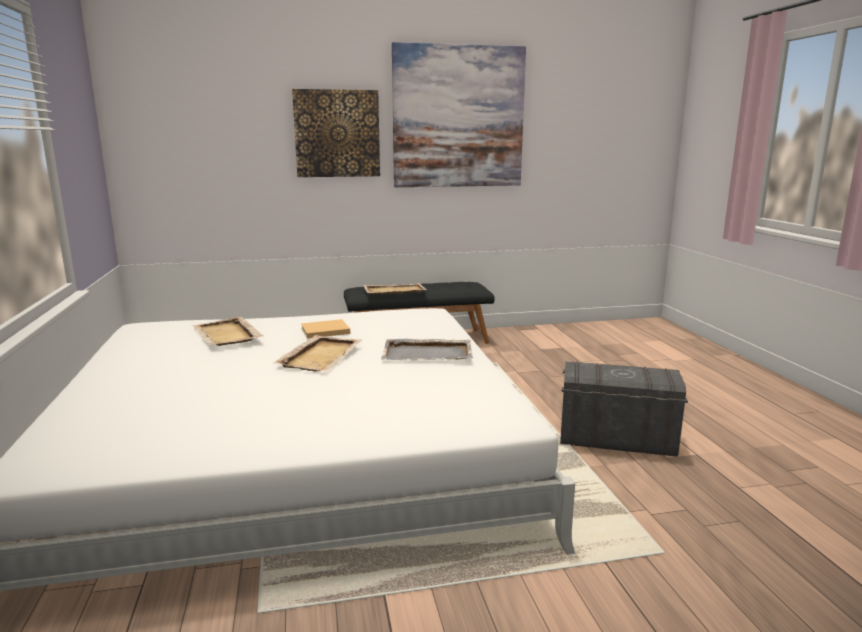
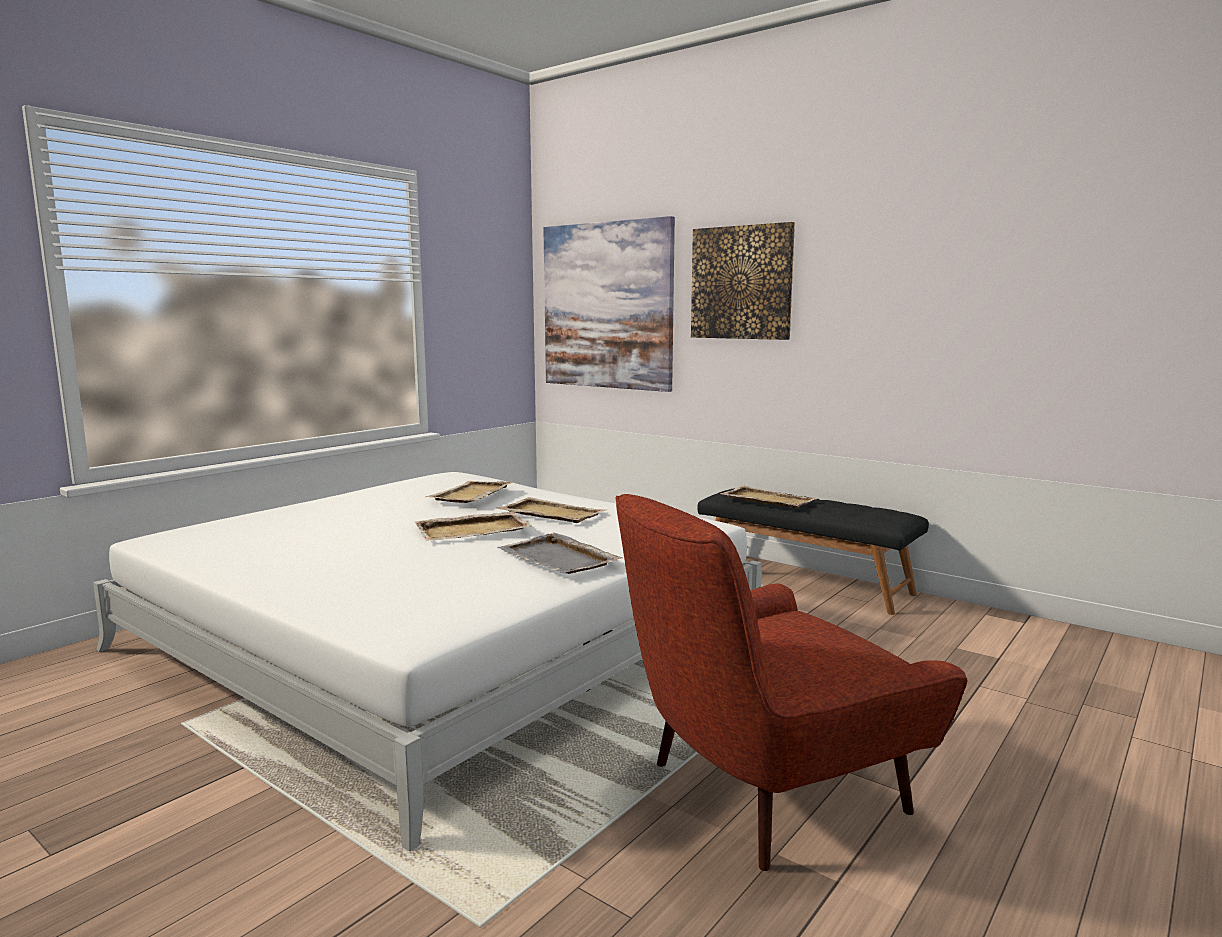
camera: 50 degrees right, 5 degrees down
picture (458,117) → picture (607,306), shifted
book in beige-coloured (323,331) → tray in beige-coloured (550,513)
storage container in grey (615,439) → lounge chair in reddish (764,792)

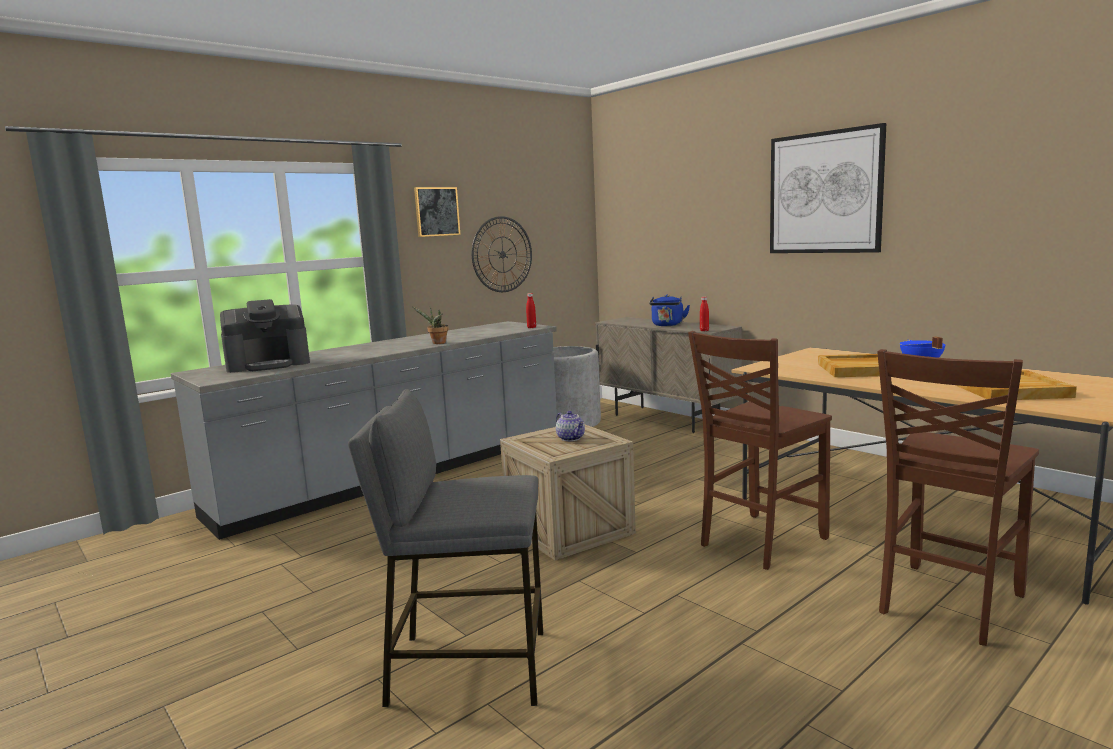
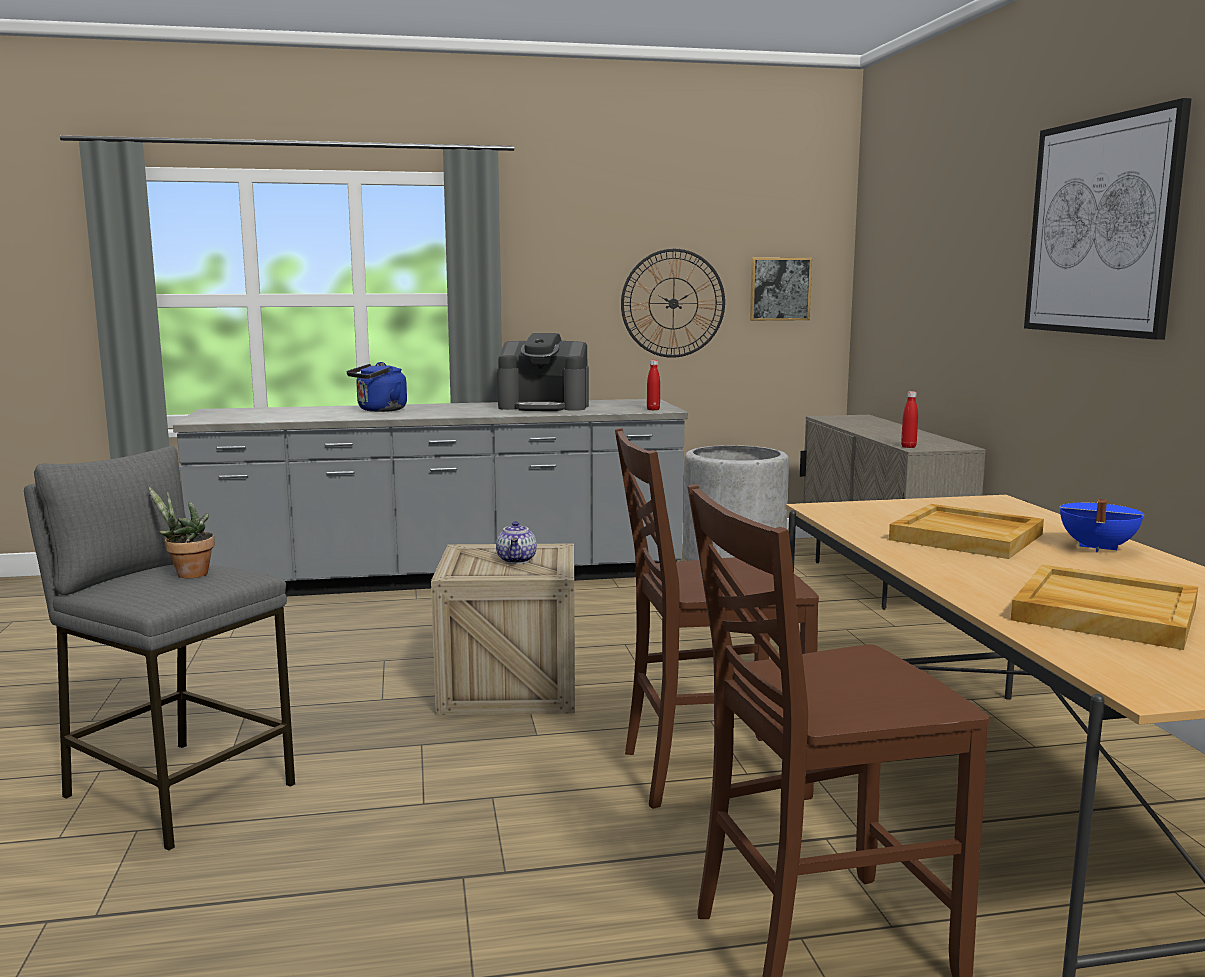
camera: 30 degrees right, 0 degrees up
picture (436,211) → picture (780,289), shifted
kettle in bluish (667,325) → kettle in bluish (379,410), shifted
coffee machine (269,364) → coffee machine (544,406), shifted
houseplant (437,343) → houseplant (187,574), shifted

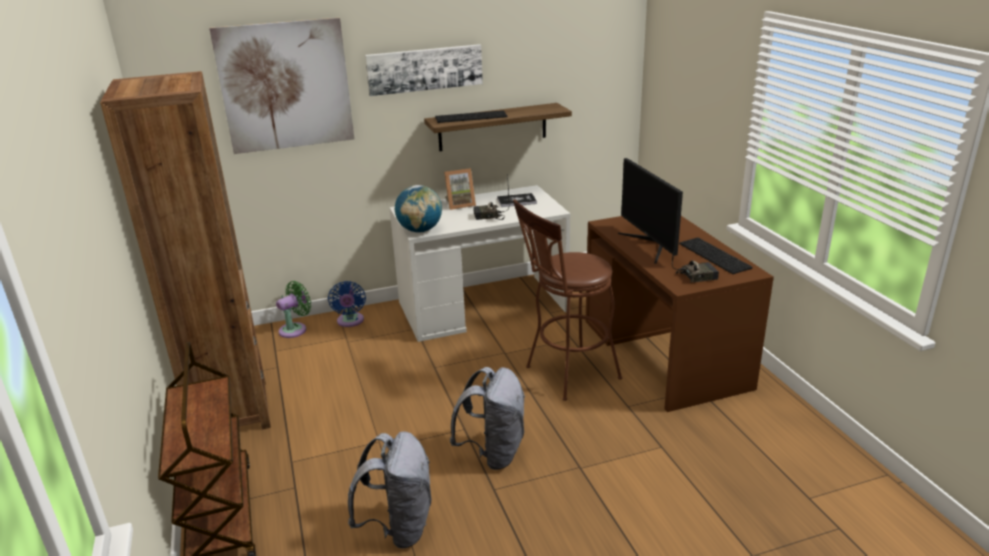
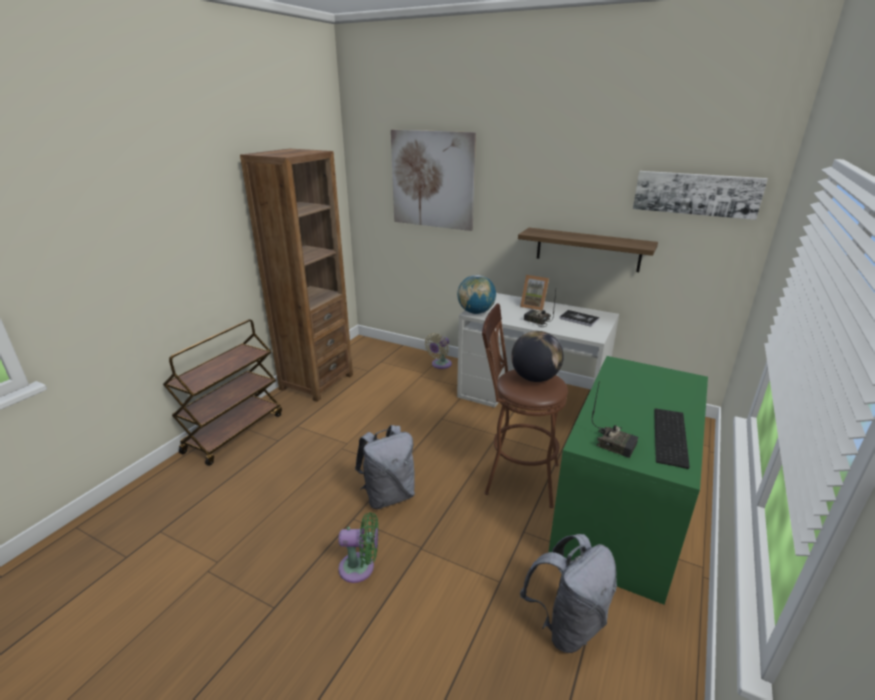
camera: 45 degrees right, 0 degrees up
picture (424,69) → picture (696,194), shifted
computer keyboard (471,117) → -
computer screen (651,245) → -
desk table in brown (664,353) → desk table in green-coloured (621,512)
cooling fan in green-coloured (295,329) → cooling fan in green-coloured (360,567), shifted
cooling fan in bluish (350,321) → cooling fan in beige-coloured (440,365)
rucksack in grey (399,527) → rucksack in grey (566,624), shifted
- → desk globe (534,378)

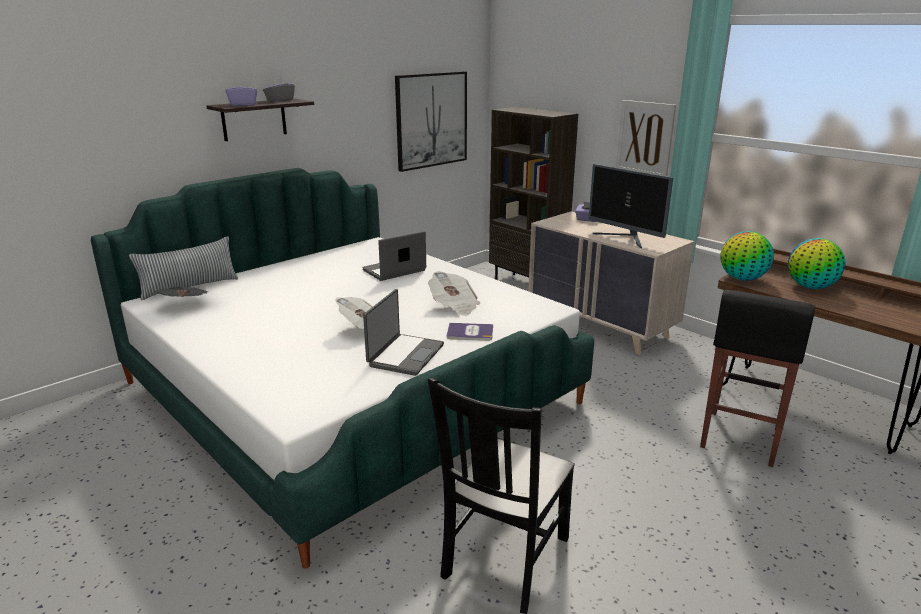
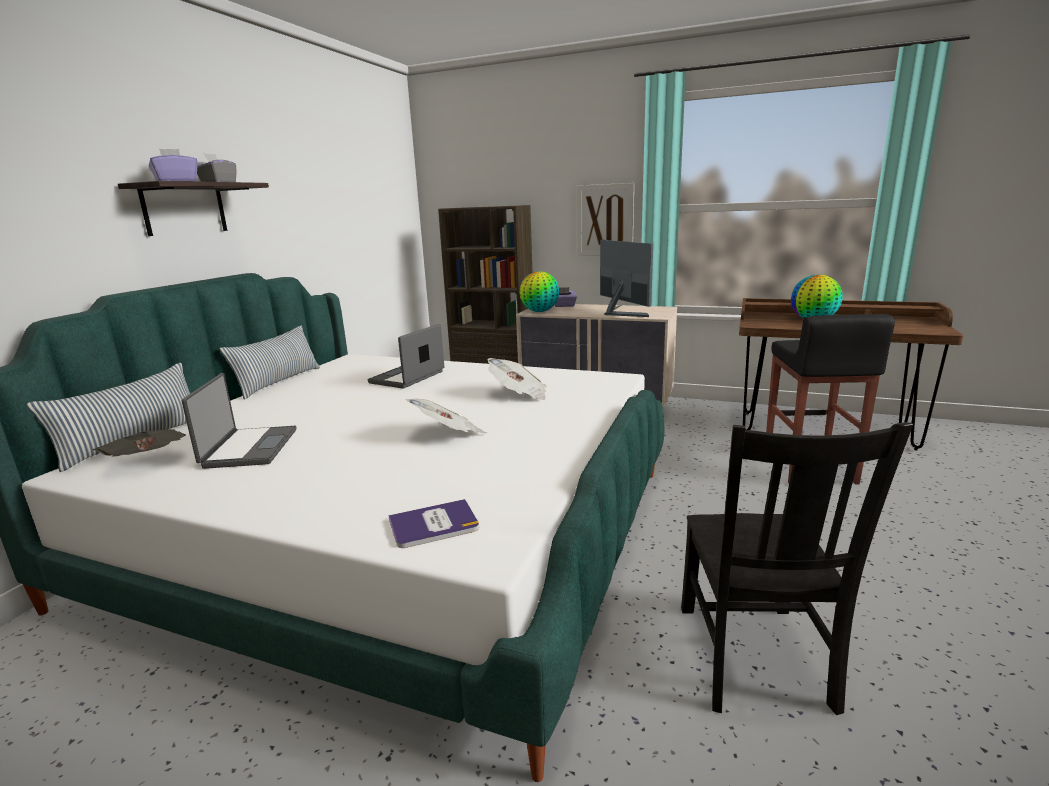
camera: 25 degrees left, 5 degrees down
picture (431,120) → -
computer screen (625,239) → computer screen (621,313), 135 degrees counterclockwise
desk globe (742,279) → desk globe (540,311), shifted
notebook computer (405,355) → notebook computer (249,448), shifted
book (470,332) → book (434,525), shifted
- → cushion (279,382)

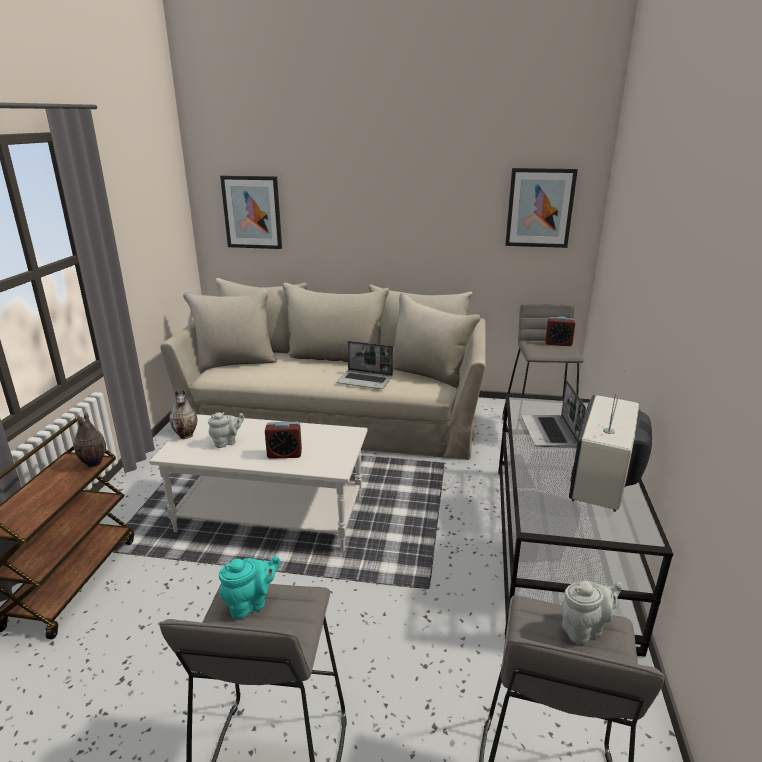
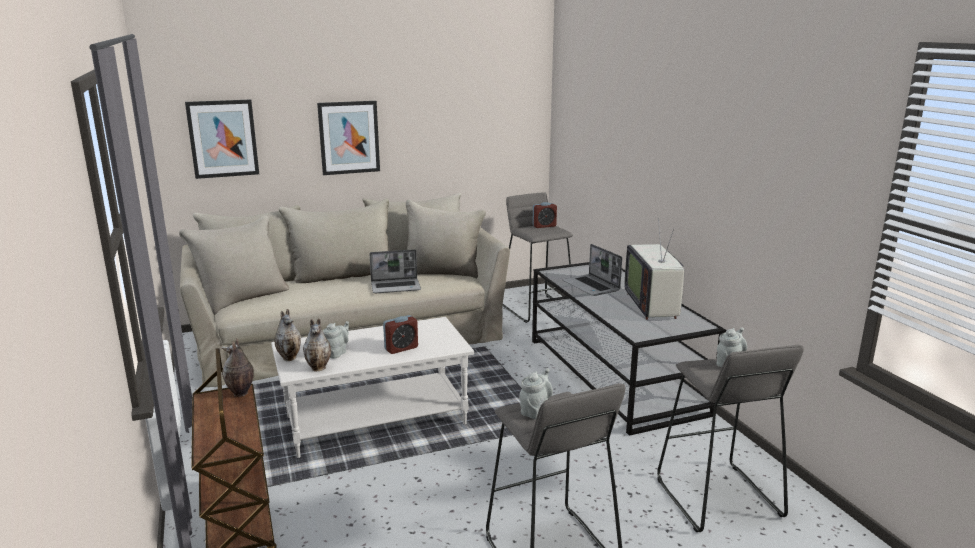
camera: 30 degrees left, 5 degrees down
picture (540,208) → picture (349,137), shifted
tea pot in turquoise (250,603) → tea pot in grey (535,410)
- → decorative vase (319,368)

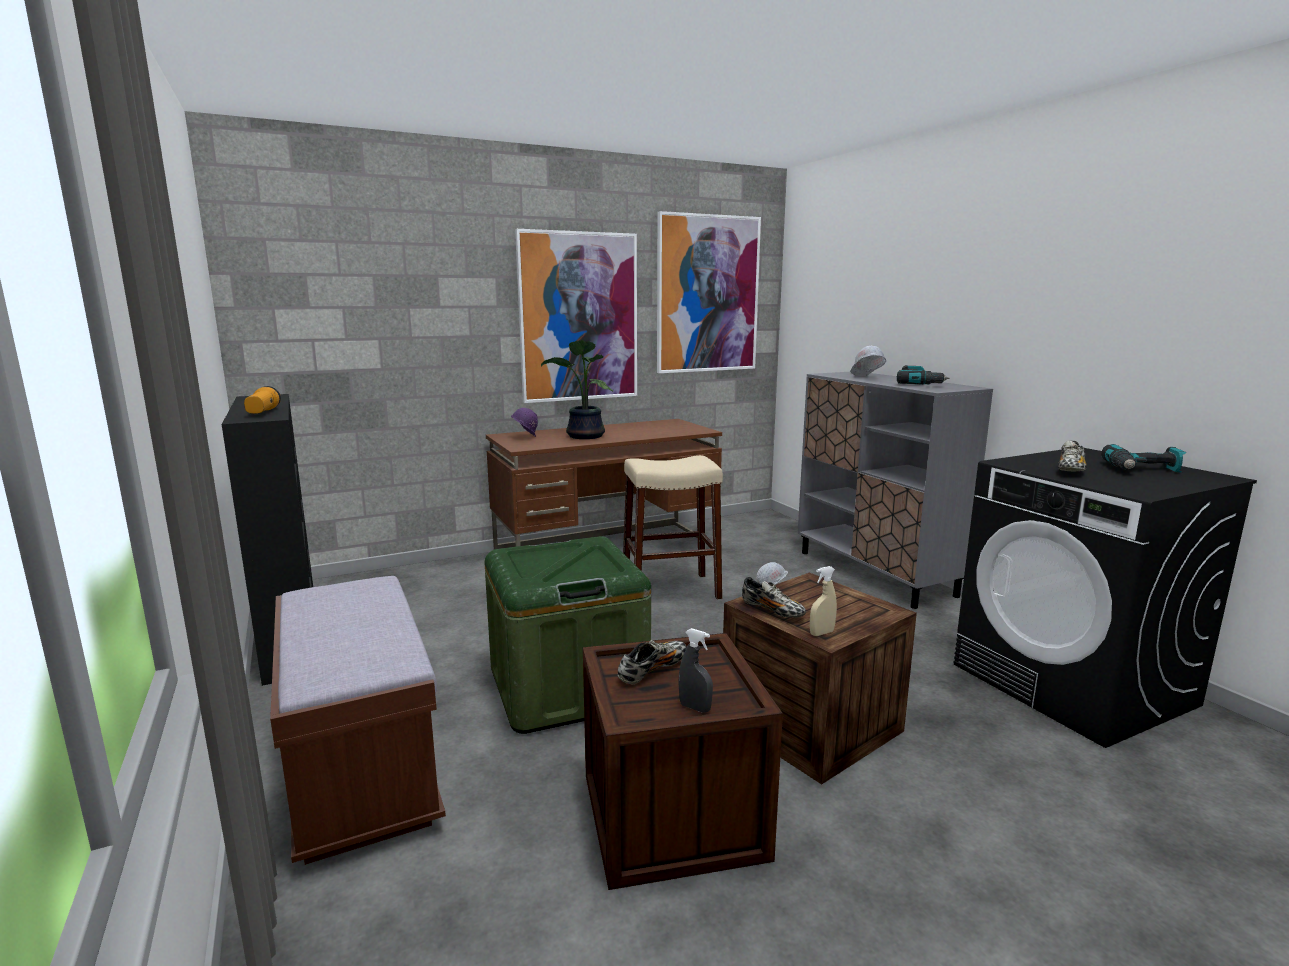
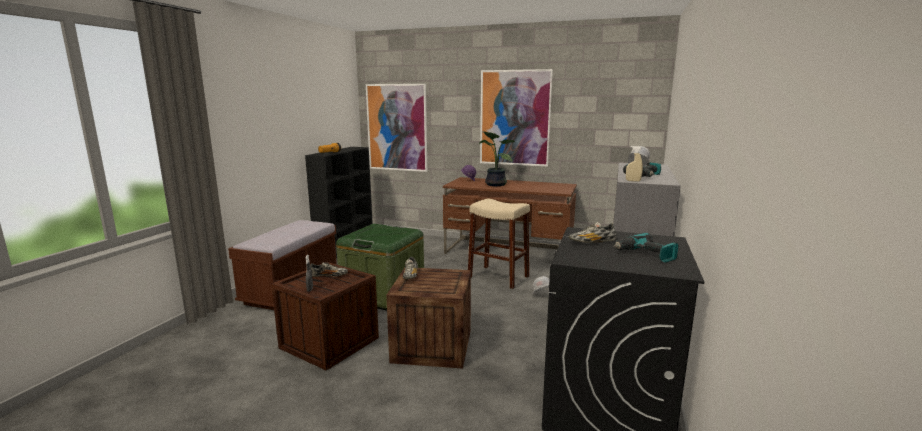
camera: 45 degrees right, 0 degrees up
picture (707,294) → picture (397,127), shifted
spray bottle in beige-coloured (821,633) → spray bottle in beige-coloured (633,181), shifted

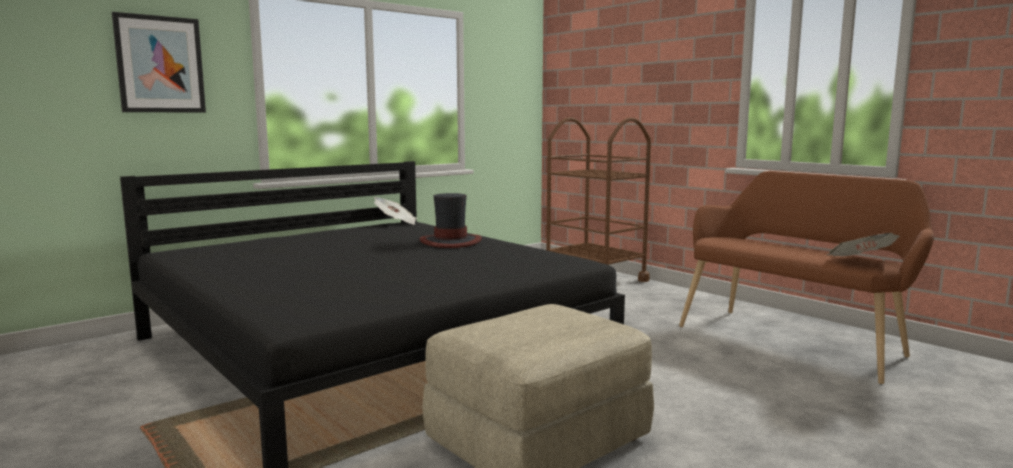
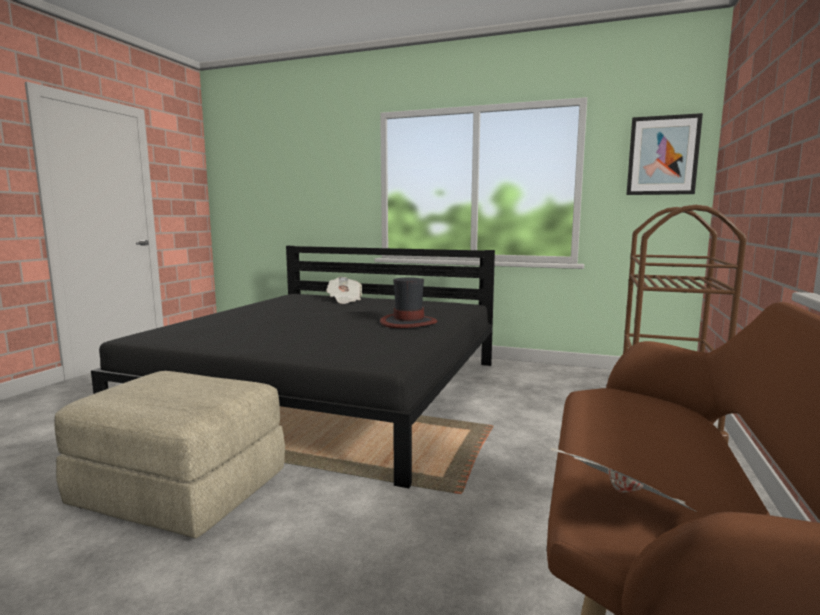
camera: 60 degrees right, 0 degrees up
picture (160,64) → picture (662,155), shifted
newspaper (396,222) → newspaper (344,300), shifted

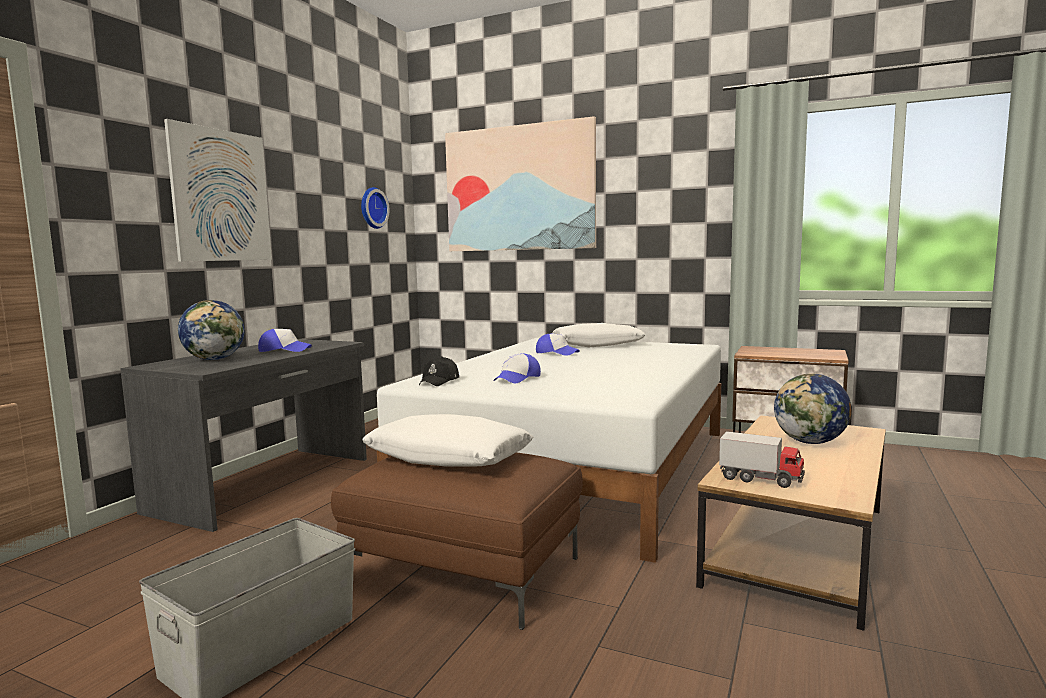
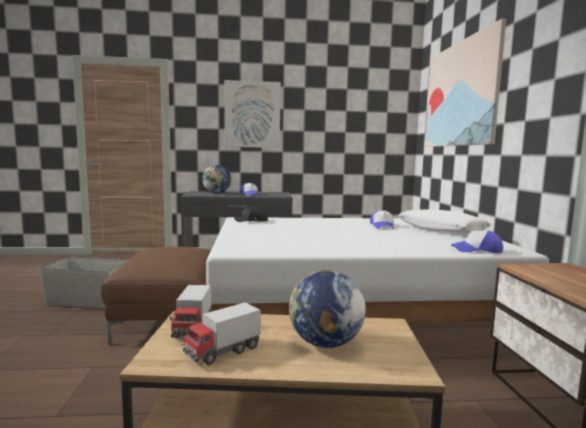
camera: 60 degrees right, 0 degrees up
wall clock (372,208) → -
cap (517,378) → cap (477,250), shifted
cushion in white-coloured (448,457) → -
- → toy truck (223,352)

